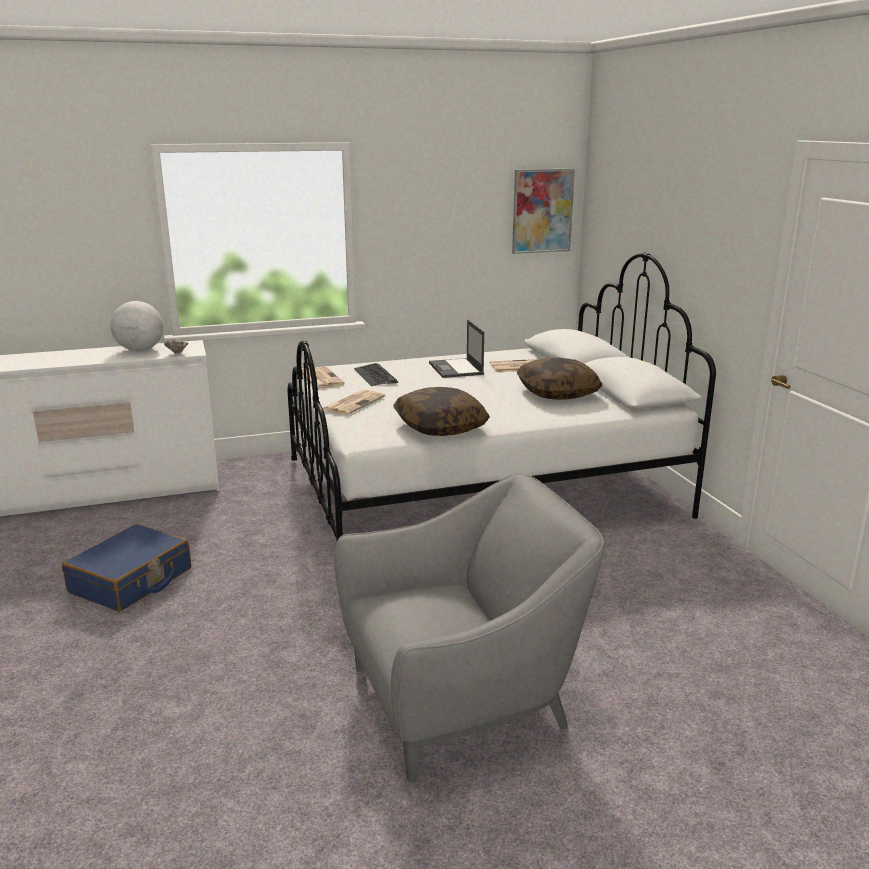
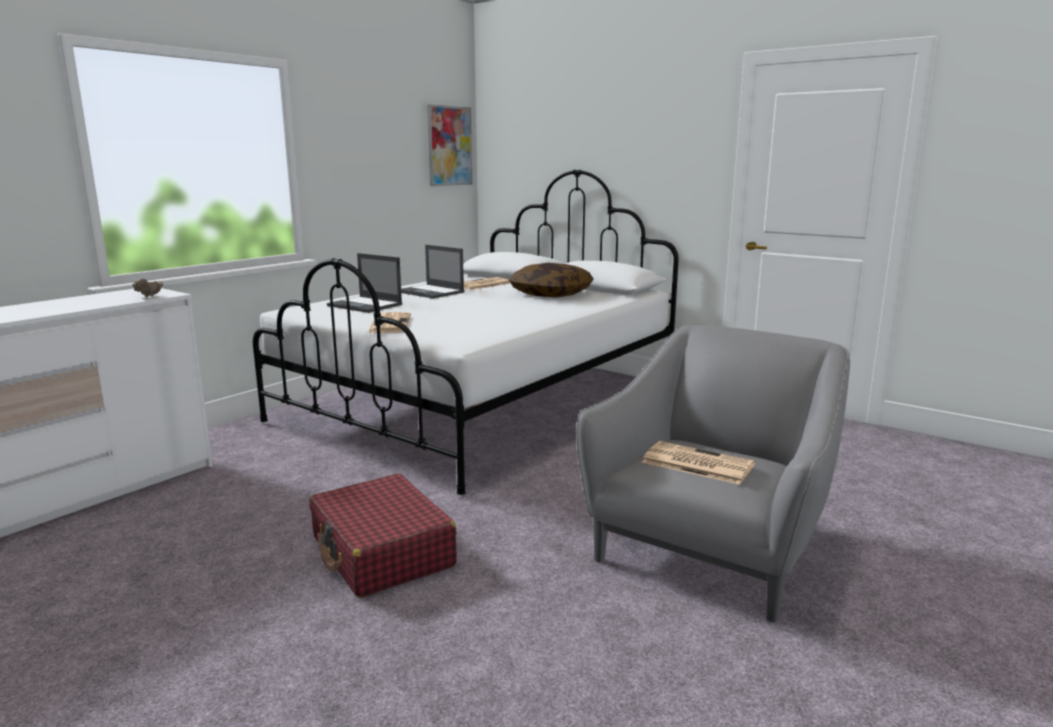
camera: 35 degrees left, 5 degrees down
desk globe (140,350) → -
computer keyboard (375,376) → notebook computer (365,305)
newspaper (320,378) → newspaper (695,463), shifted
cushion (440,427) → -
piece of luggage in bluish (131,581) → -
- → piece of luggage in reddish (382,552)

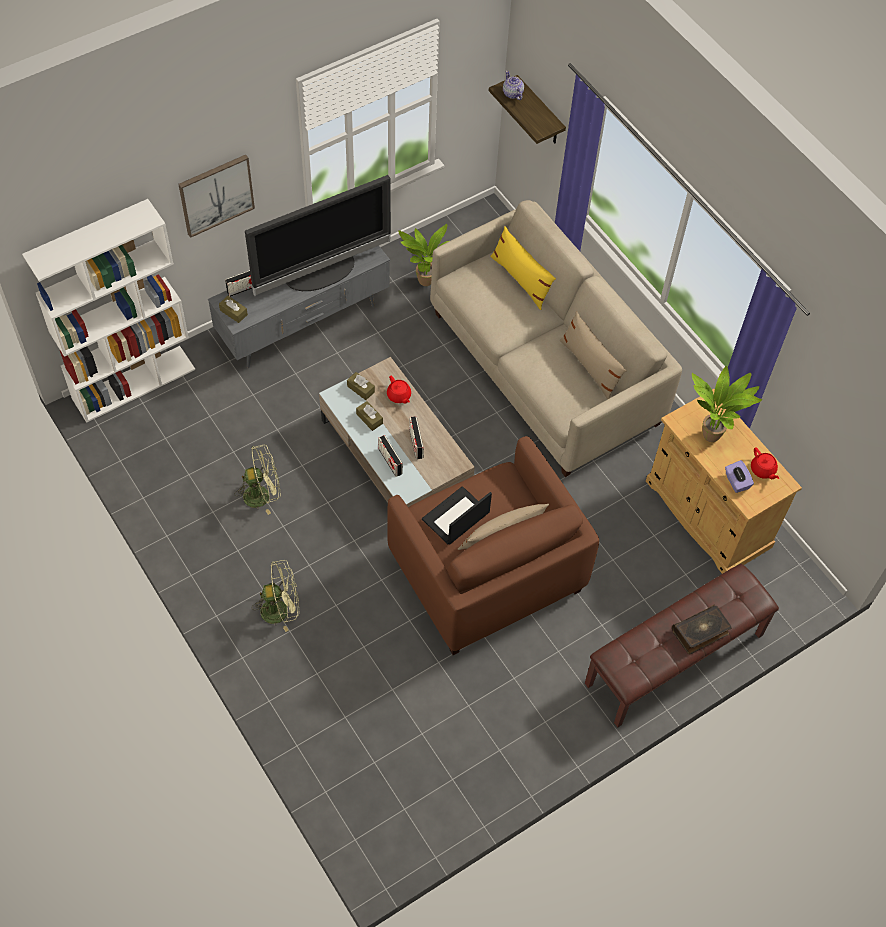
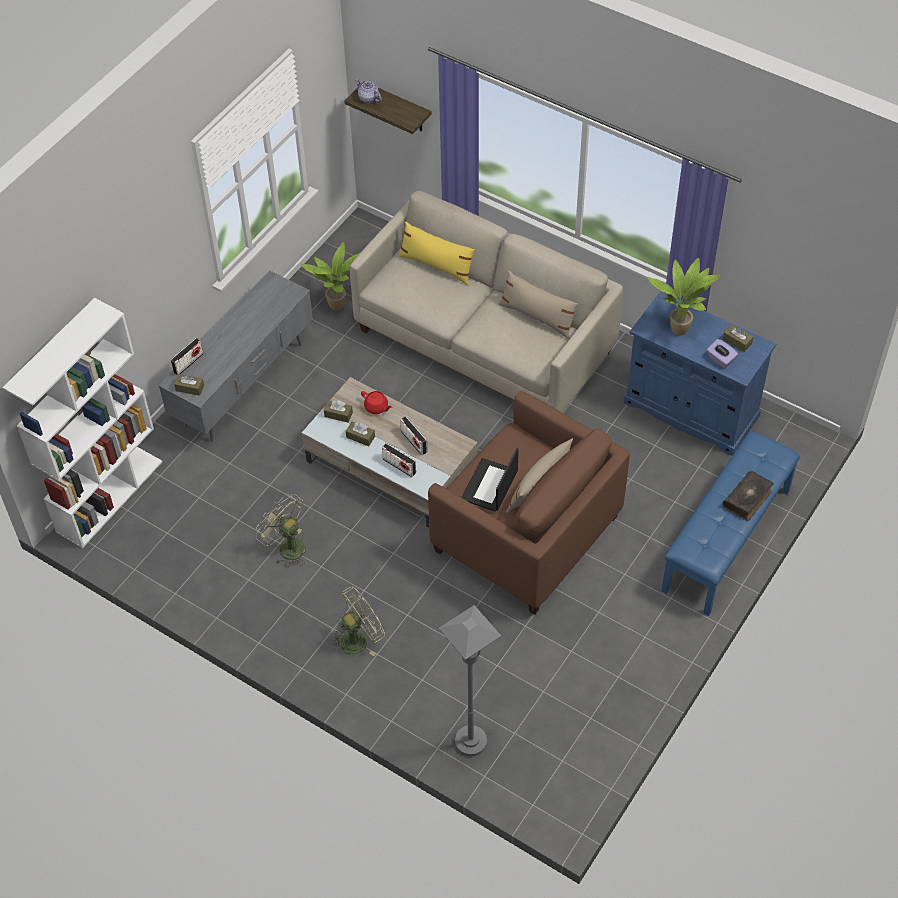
camera: 20 degrees left, 5 degrees down
picture (216,194) → -
TV (321,273) → -
cupboard in beige-coloured (707,514) → cupboard in bluish (690,410)
cooling fan in green-coloured (262,494) → cooling fan in green-coloured (286,546), 105 degrees counterclockwise
tea pot in reddish (763,470) → tissue holder in brown (737,341)
bench in brown (675,660) → bench in bluish (727,541)
- → floor lamp in grey (471,741)

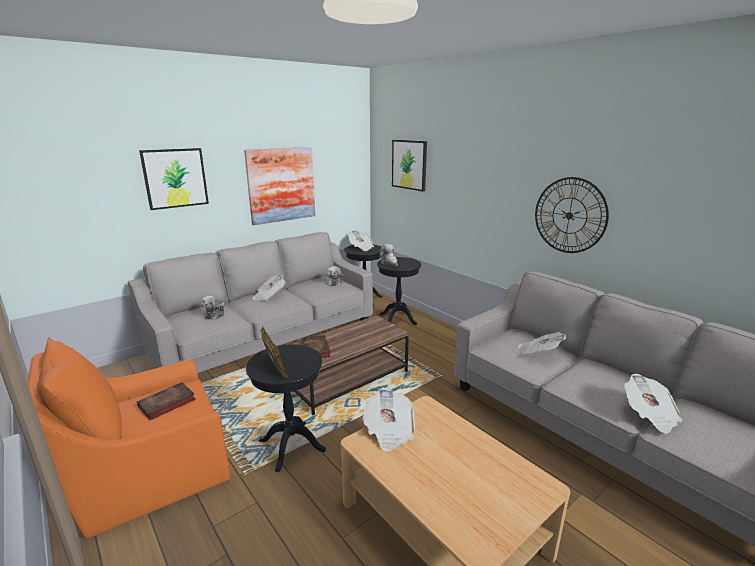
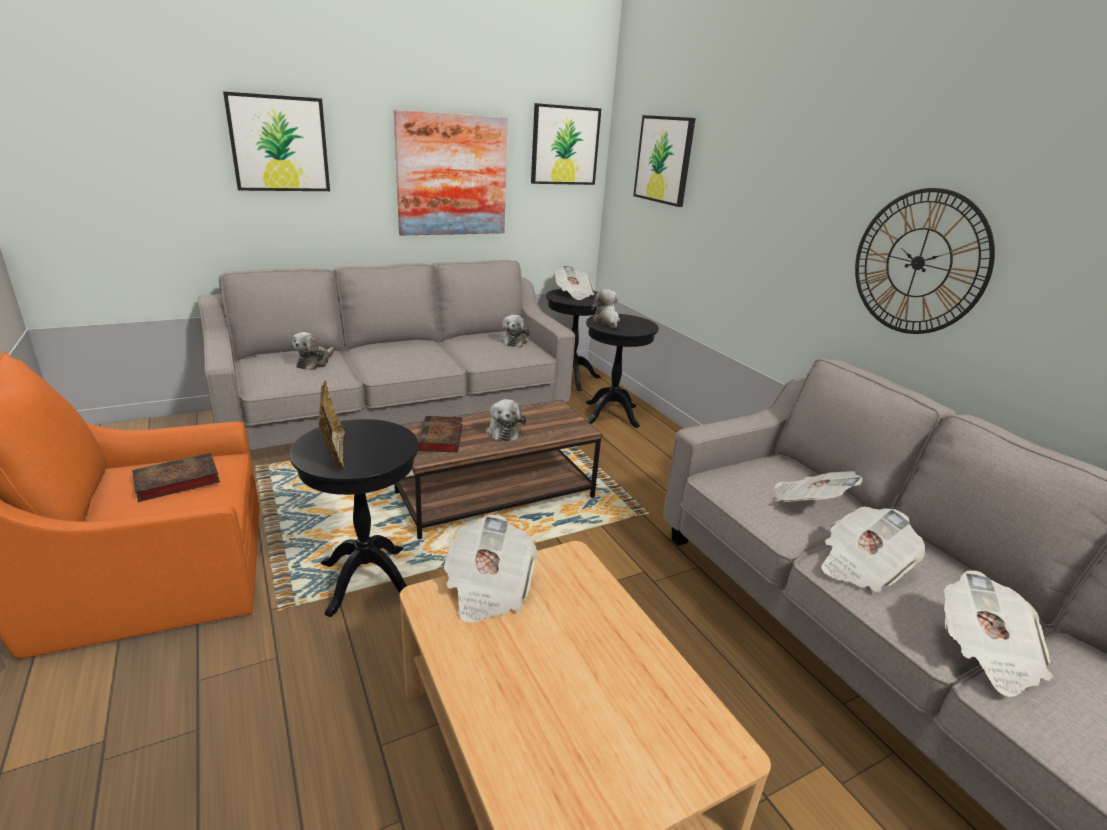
camera: 10 degrees right, 5 degrees up
newspaper (269,296) → newspaper (861,566), shifted
- → picture (564,145)
- → cuddly toy (504,431)

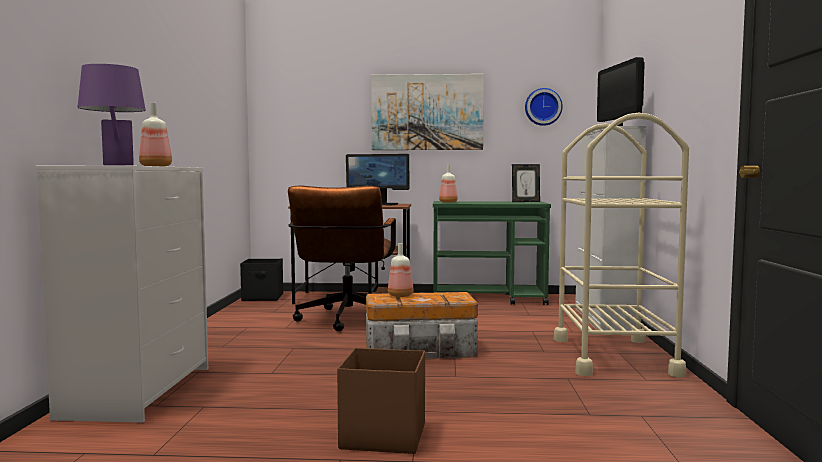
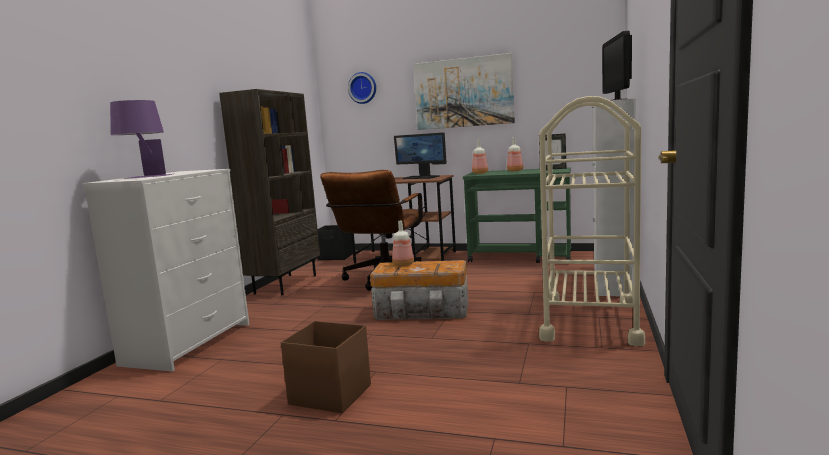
camera: 15 degrees right, 5 degrees up
wall clock (543,107) → wall clock (363,88), shifted
bottle (156,166) → bottle (515,171), shifted
- → shelving unit in brown (285,284)

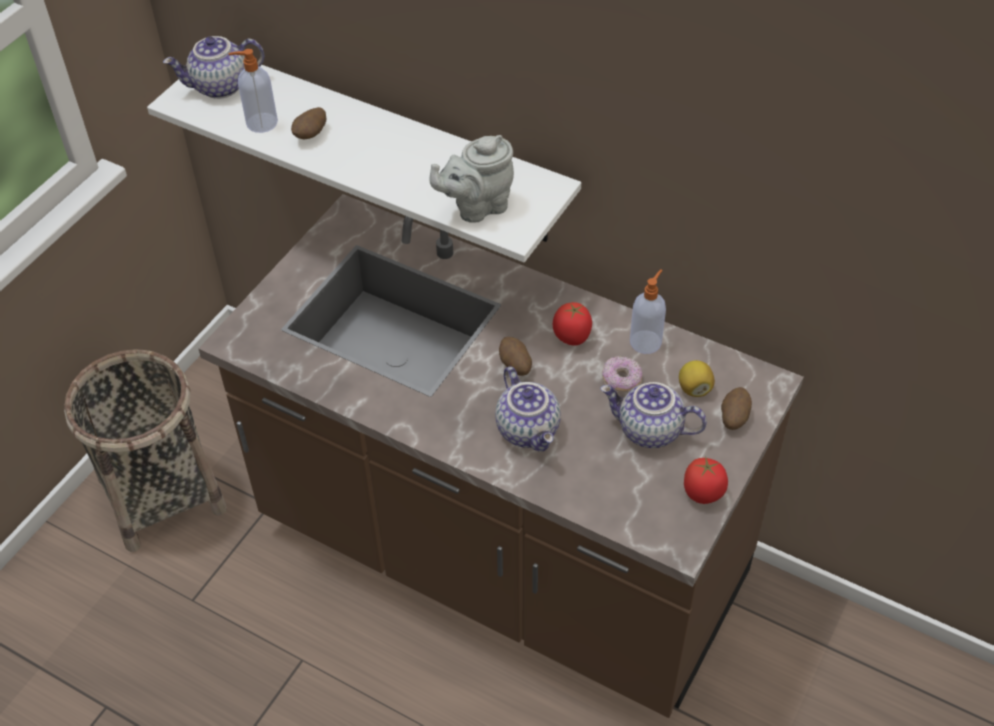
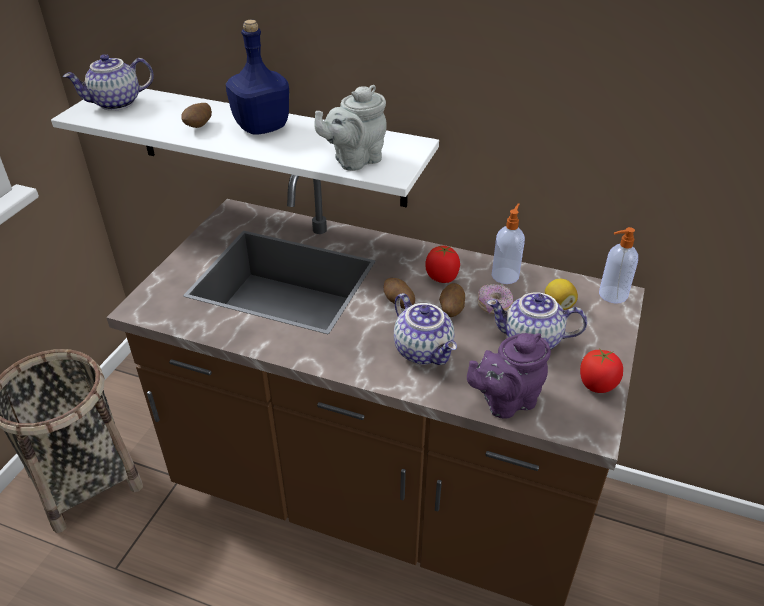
camera: 10 degrees left, 10 degrees down
soap bottle (260,123) → soap bottle (612,295), shifted
spud (733,418) → spud (451,310), shifted
- → bottle in bluish (261,127)
- → tea pot in purplish (505,401)

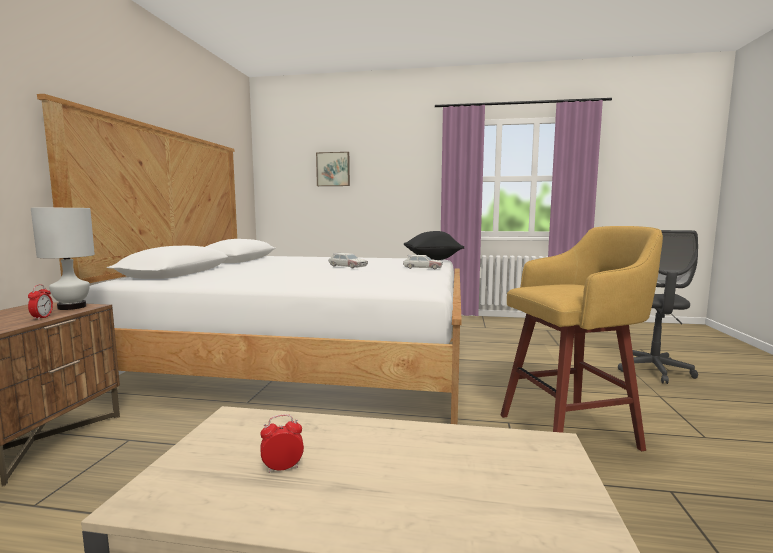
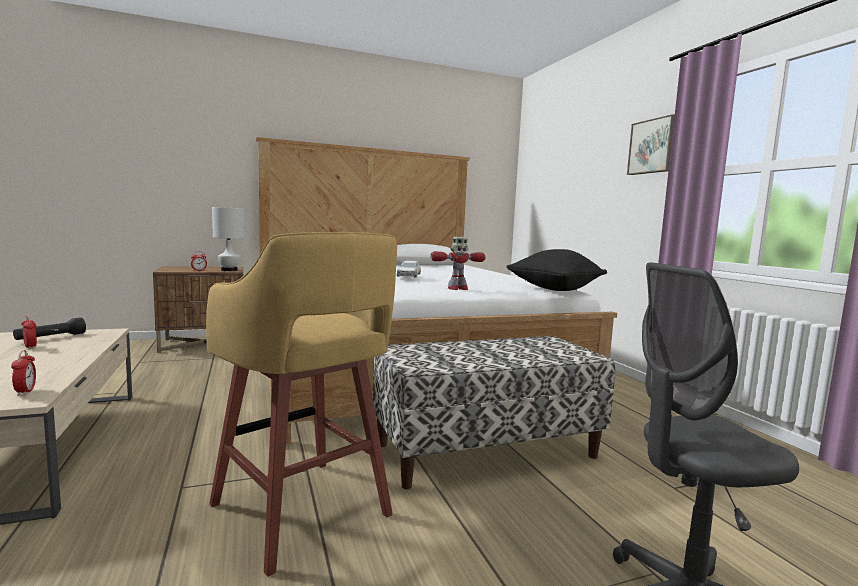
camera: 60 degrees right, 0 degrees up
picture (333,169) → picture (653,146), shifted
miniature car (422,268) → model robot (457,288)
- → hand torch in black-coloured (51,338)
- → bench (486,450)
- → bedside clock (25,392)

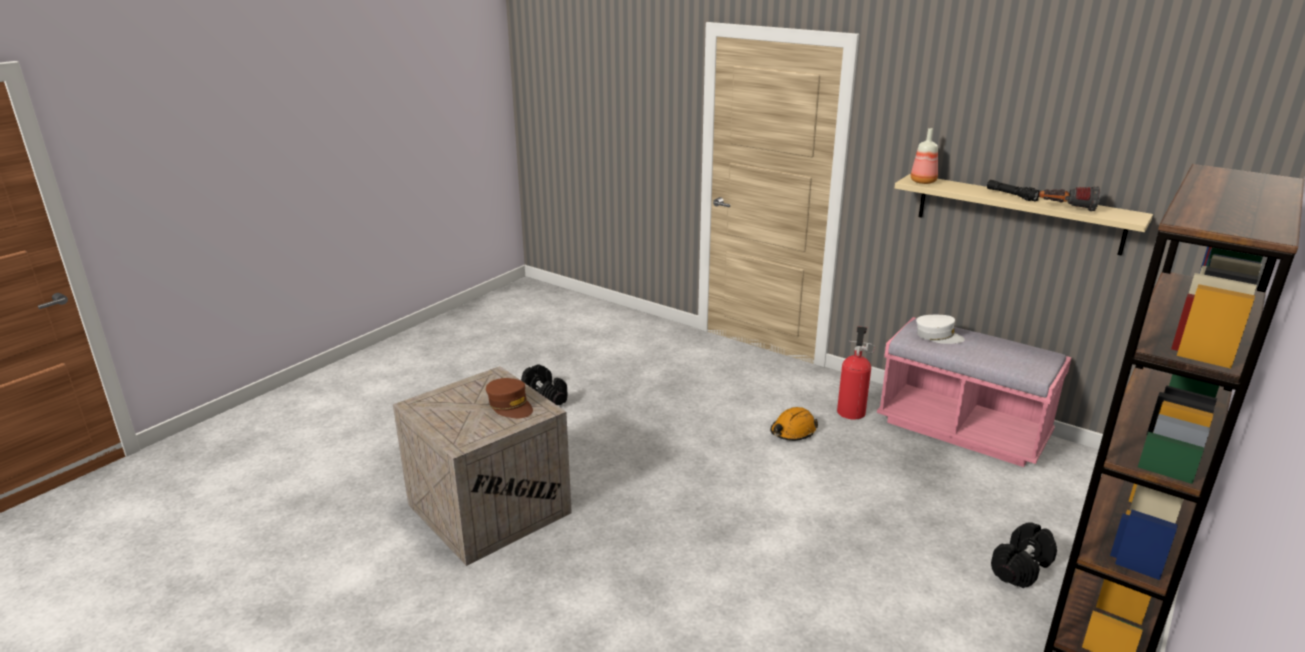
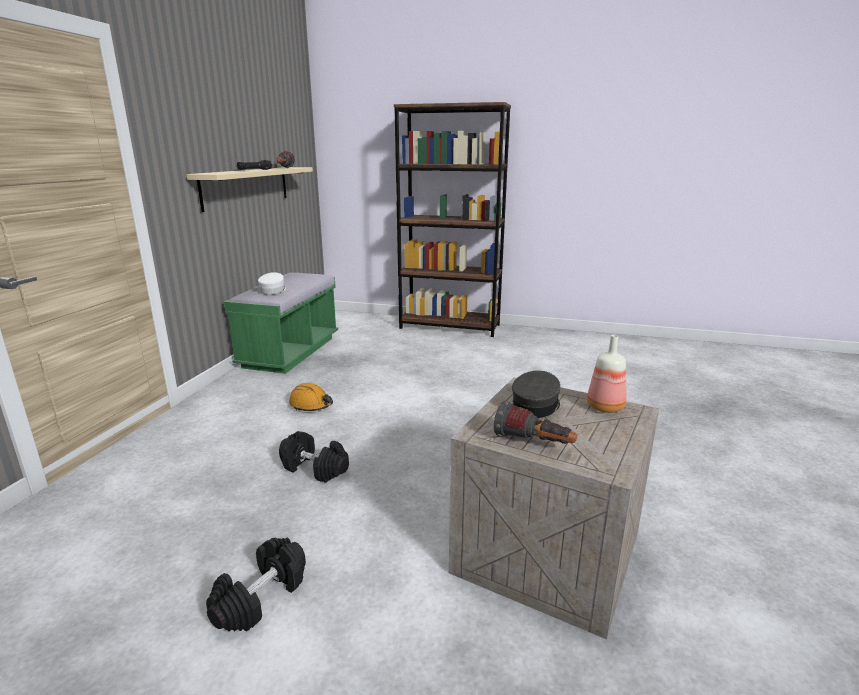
camera: 110 degrees left, 5 degrees down
bottle (924,182) → bottle (605,406), shifted
bench in pinkish (962,429) → bench in green-coloured (290,352)
fire extinguisher (851,410) → -
cap in brown (510,406) → cap in grey (536,405)
free weight in black-coloured (1021,567) → free weight in black-coloured (315,468), shifted
- → hand torch (534,443)

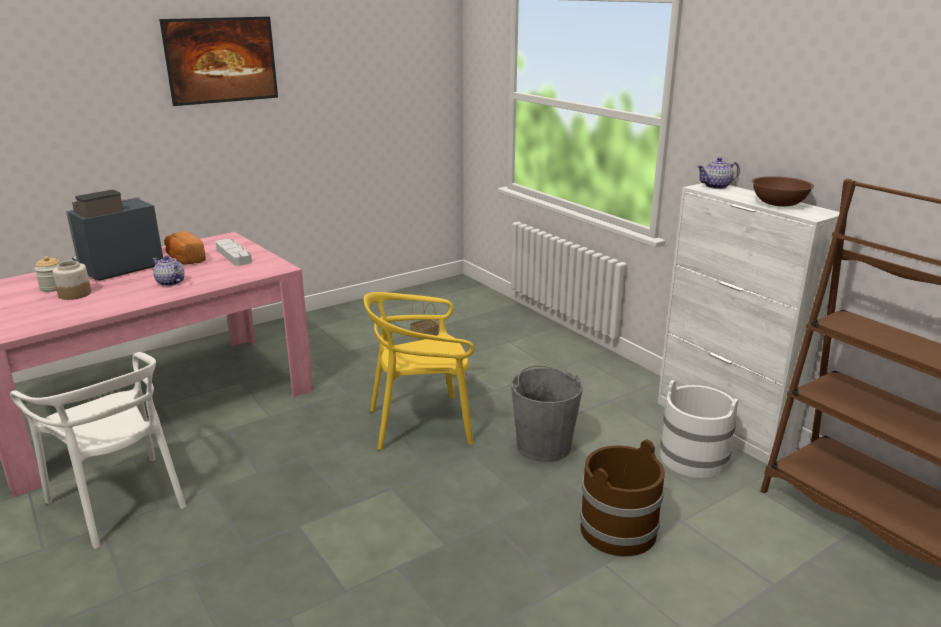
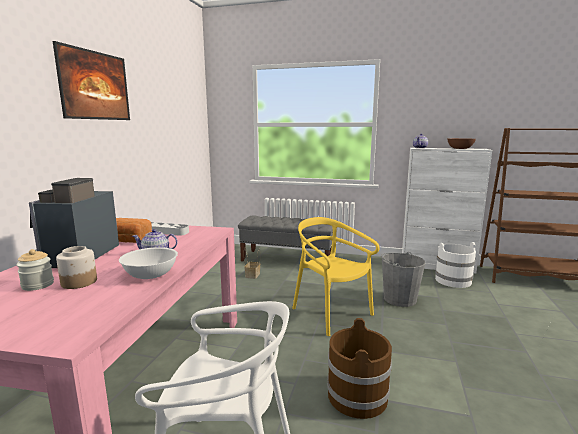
camera: 40 degrees left, 10 degrees down
plain chair in yellowish (421,424) → plain chair in yellowish (331,313), 105 degrees clockwise
pail in brown (618,529) → pail in brown (357,395), shifted
- → bench in grey (288,259)
- → serving bowl in white-coloured (150,275)

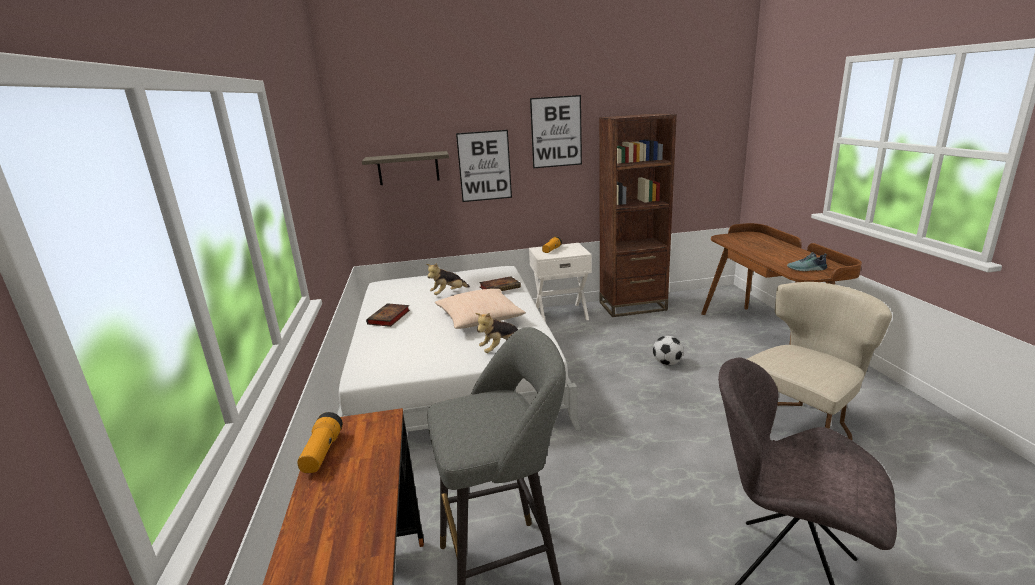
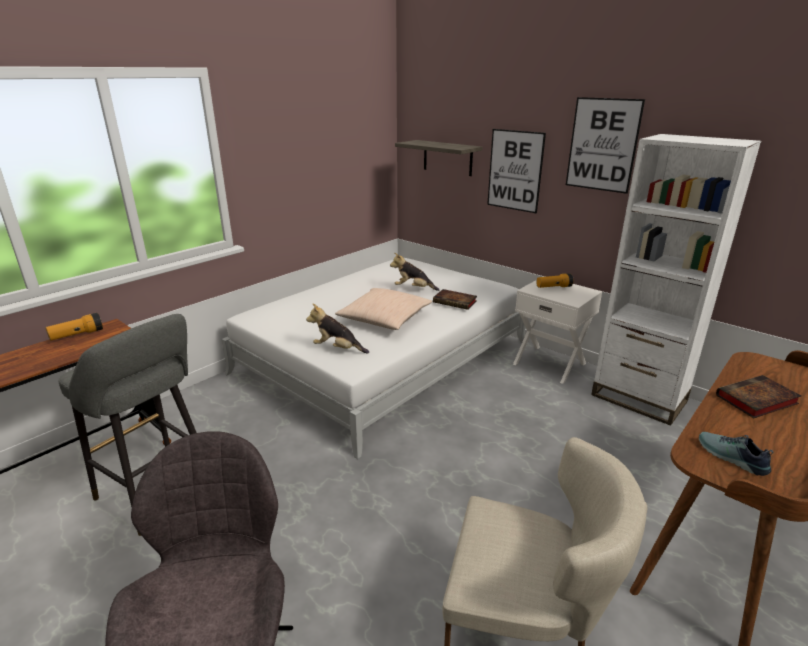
camera: 50 degrees right, 5 degrees up
shelving unit in brown (632,306) → shelving unit in white-coloured (638,398)
book (389,318) → book (755,400), shifted
ball for football (667,363) → -

